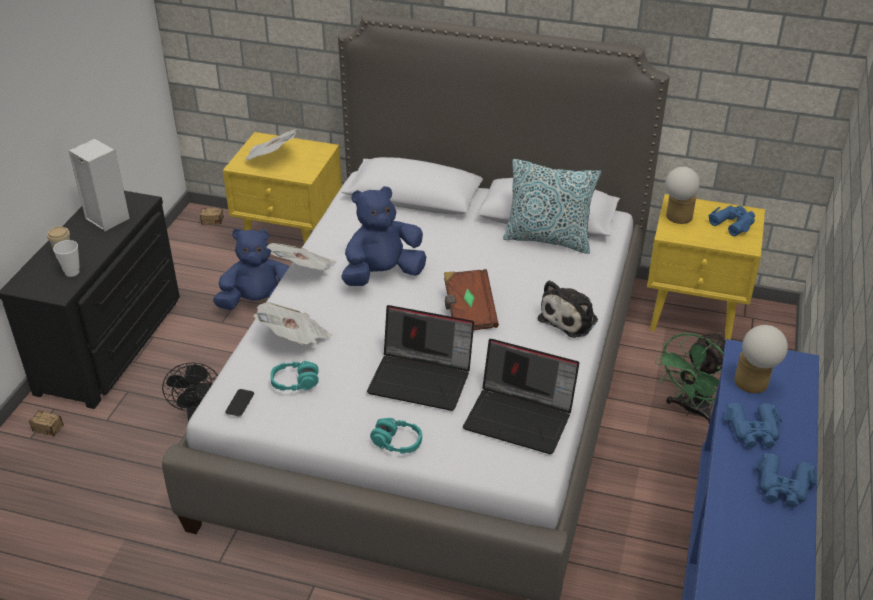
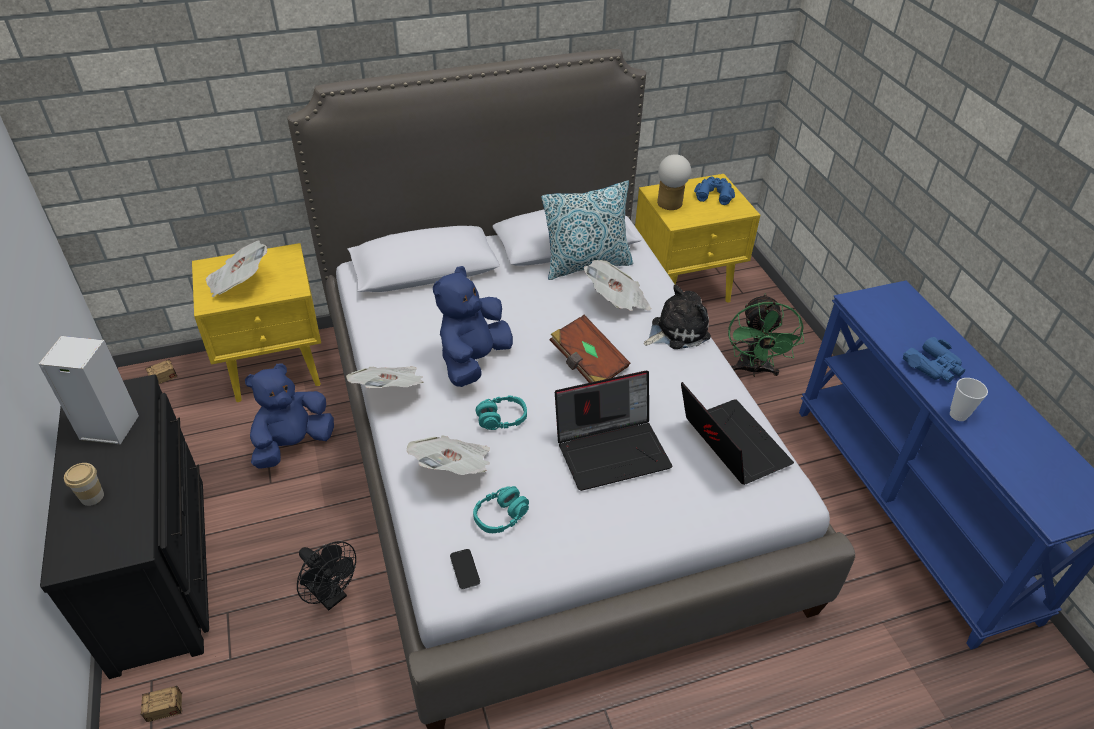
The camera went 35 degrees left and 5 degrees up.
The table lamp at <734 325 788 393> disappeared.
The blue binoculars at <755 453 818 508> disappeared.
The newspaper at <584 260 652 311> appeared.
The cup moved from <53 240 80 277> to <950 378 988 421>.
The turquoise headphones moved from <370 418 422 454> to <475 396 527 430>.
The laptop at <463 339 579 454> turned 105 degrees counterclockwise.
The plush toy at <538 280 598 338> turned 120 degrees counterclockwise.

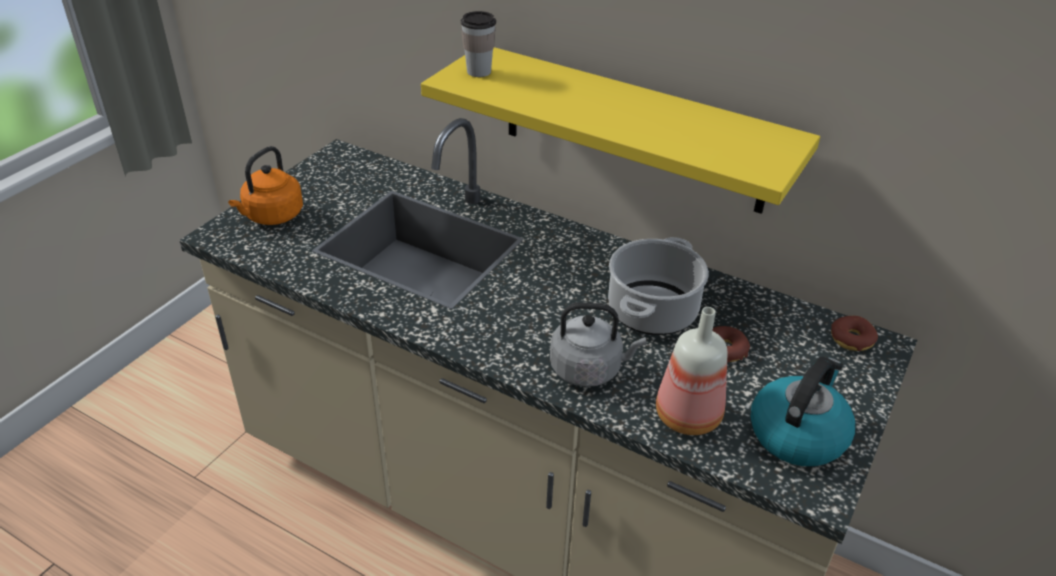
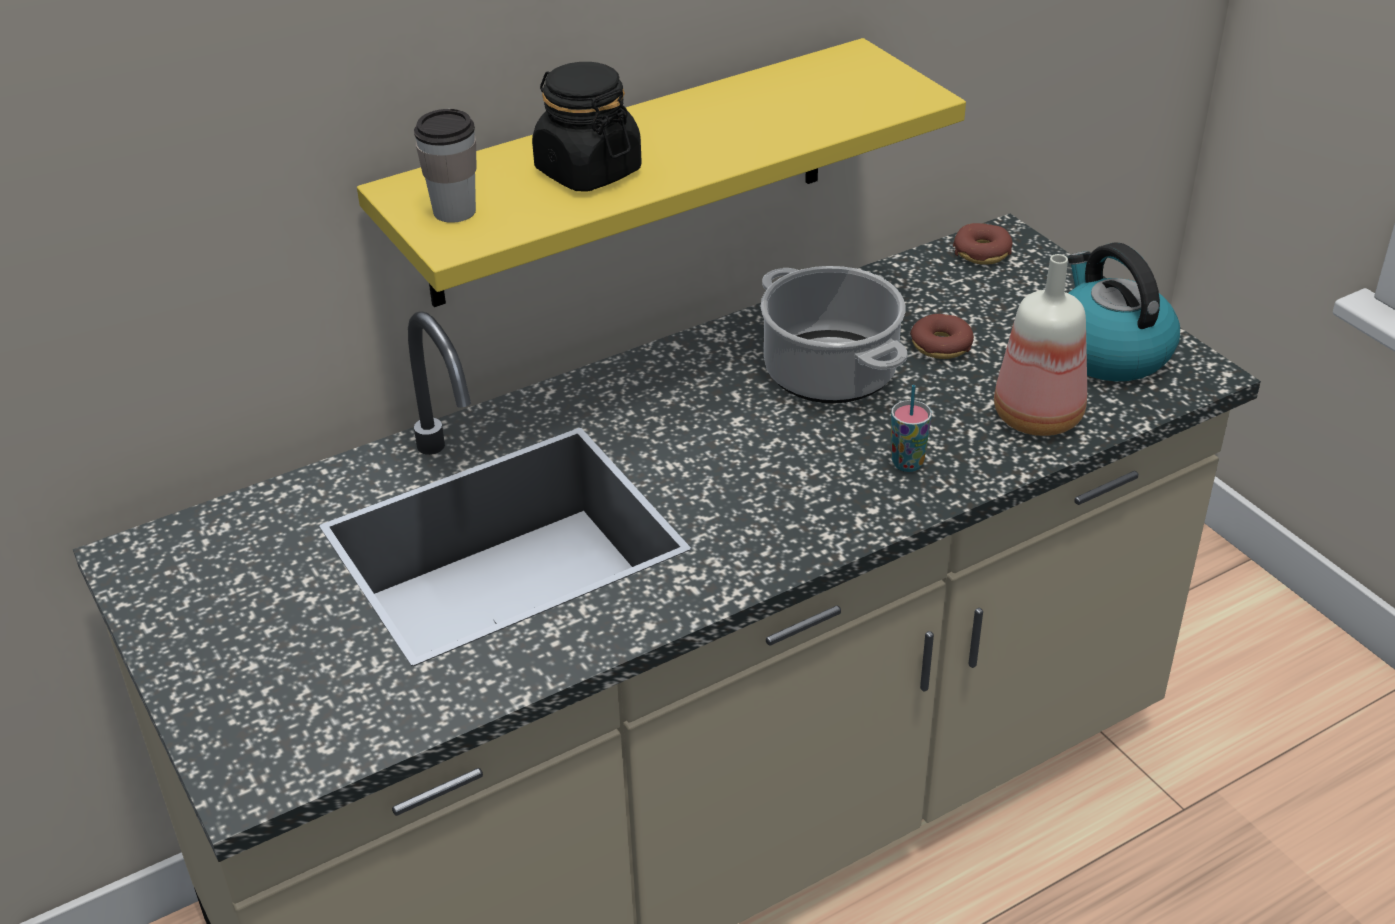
The camera went 60 degrees left and 0 degrees up.
The orange kettle at <228 146 303 225> disappeared.
The black jar at <532 62 642 192> appeared.
The grey kettle at <550 302 646 387> was replaced by the cup at <891 385 932 472>.

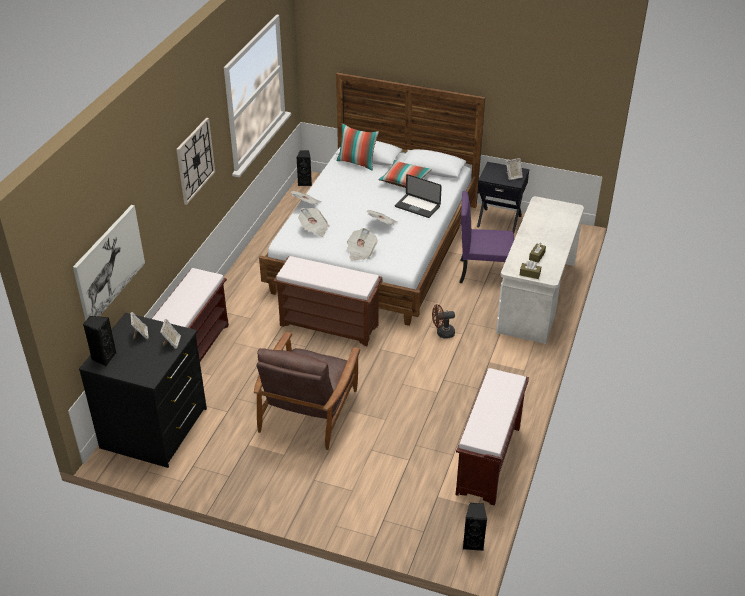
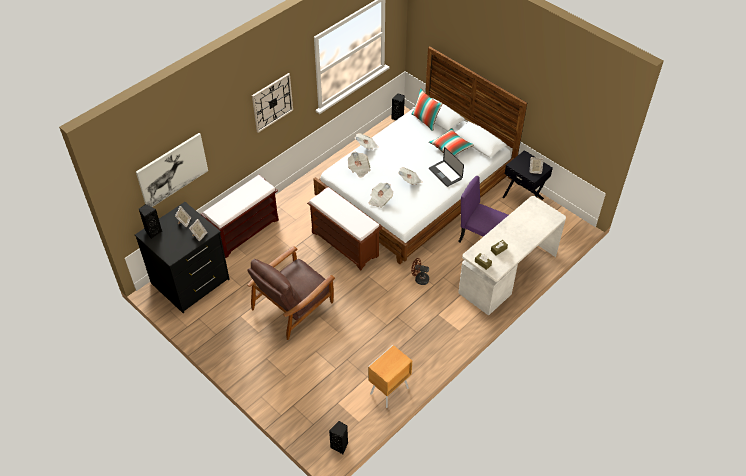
The camera went 25 degrees right and 10 degrees up.
The brown bench at <456 368 529 506> was replaced by the brown nightstand at <368 345 412 408>.

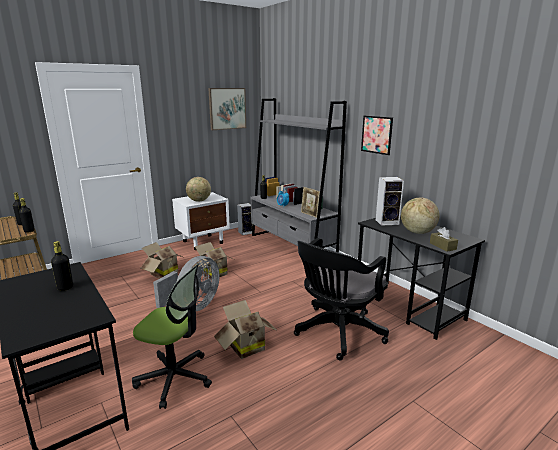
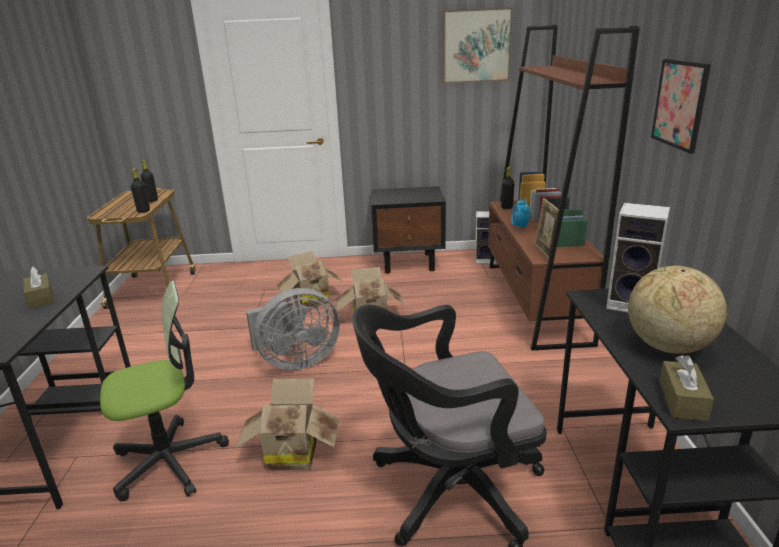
The camera went 35 degrees right and 5 degrees up.
The globe at <186 177 211 202> disappeared.
The black bottle at <51 241 73 291> was replaced by the brown tissue box at <23 266 54 309>.
The white nightstand at <172 192 230 250> became the black nightstand at <371 186 446 274>.
The grey bookcase at <251 98 347 253> became the brown bookcase at <488 25 640 351>.
The office chair at <132 263 212 409> turned 75 degrees counterclockwise.

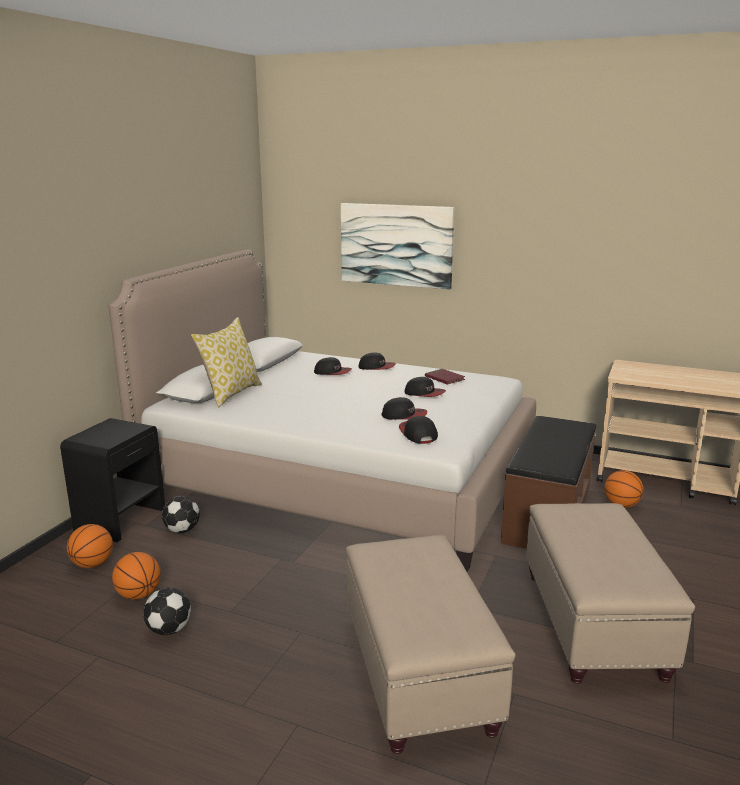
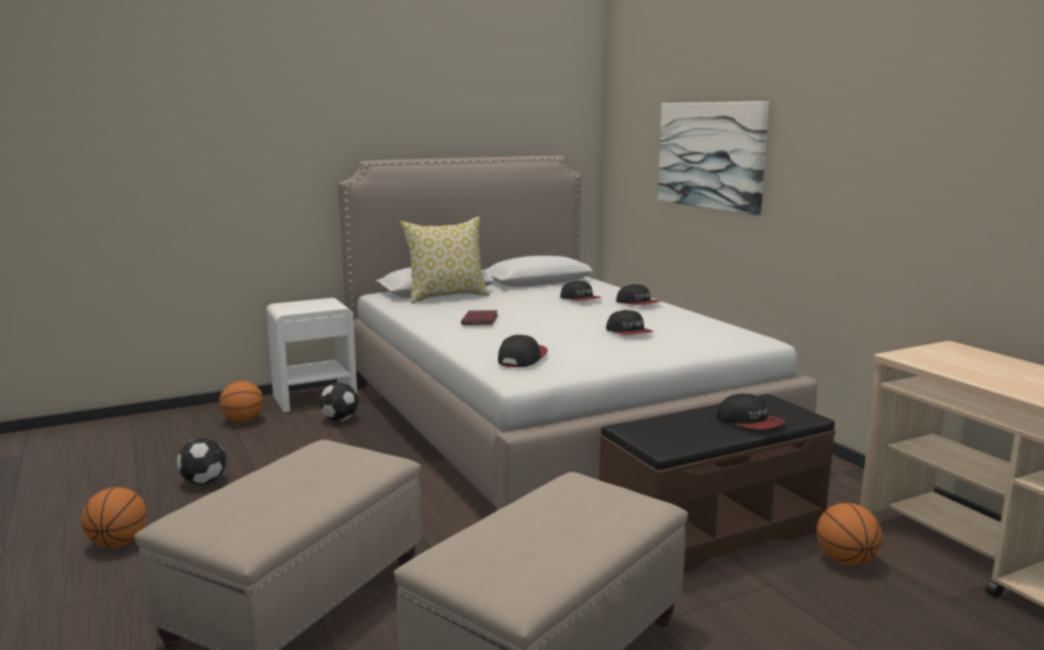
The camera went 40 degrees right and 5 degrees down.
The basketball moved from <112 552 161 600> to <81 487 147 547>.
The cap moved from <382 397 427 420> to <717 394 786 429>.
The red book moved from <425 369 465 384> to <461 310 498 325>.
The black nightstand at <60 418 165 542> became the white nightstand at <266 298 357 412>.

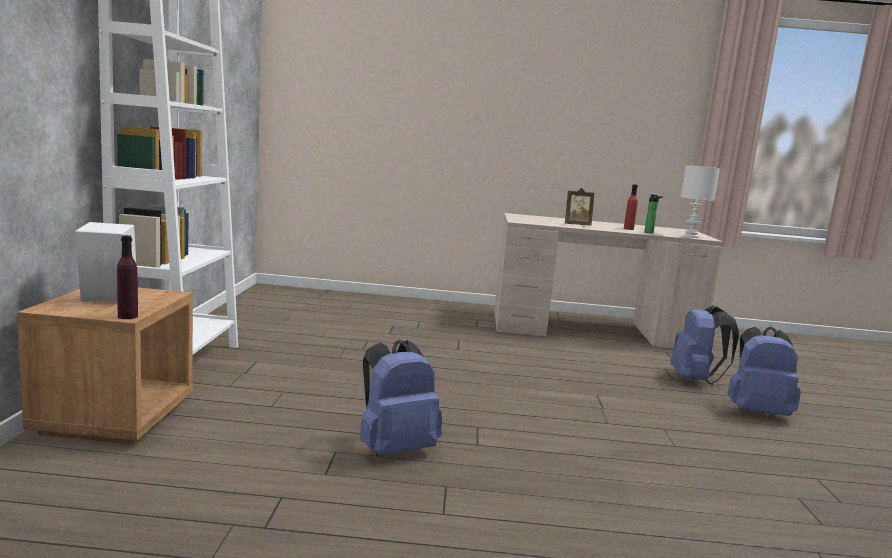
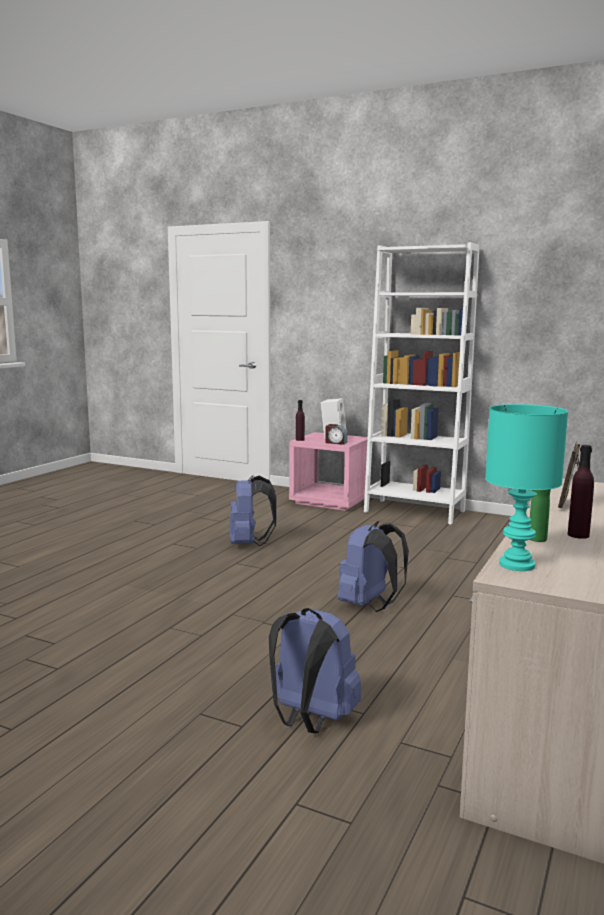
The camera went 115 degrees right and 0 degrees up.
The alarm clock at <325 424 347 445> appeared.
The blue backpack moved from <728 327 801 416> to <337 521 409 612>.
The brown nightstand at <17 288 193 444> became the pink nightstand at <289 432 368 511>.
The red bottle at <624 184 638 230> became the purple bottle at <568 445 594 539>.
The white table lamp at <681 165 720 238> became the turquoise table lamp at <485 404 568 571>.

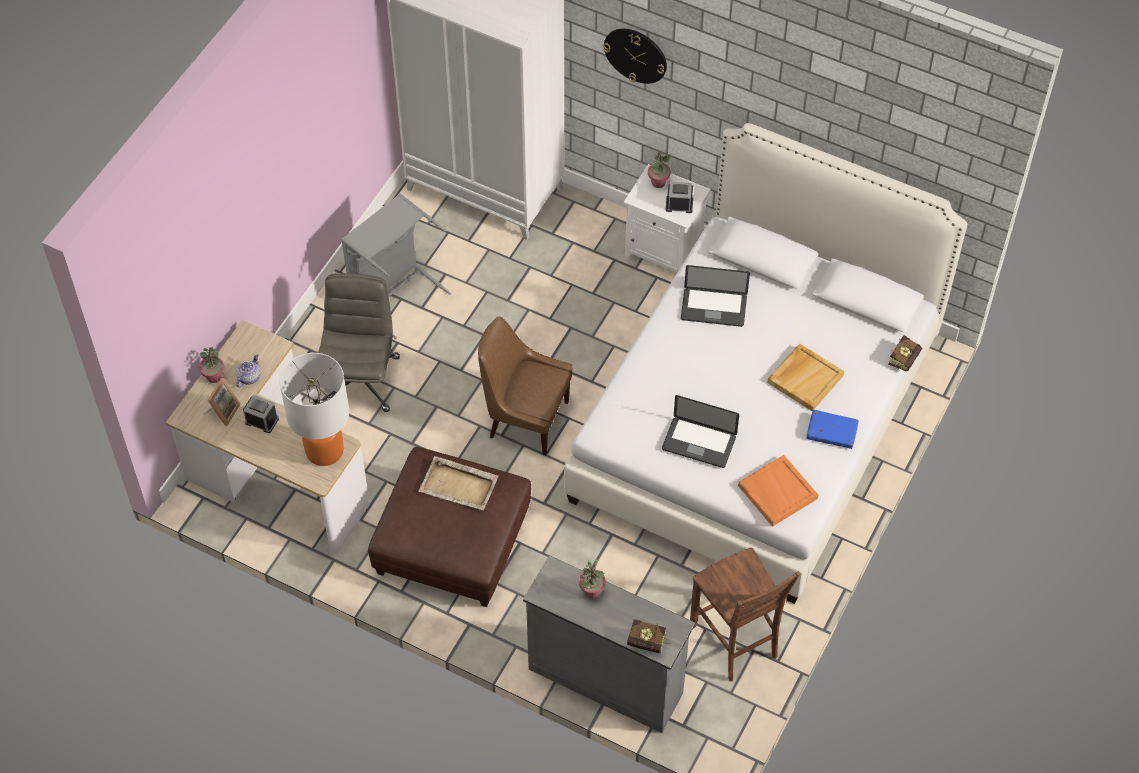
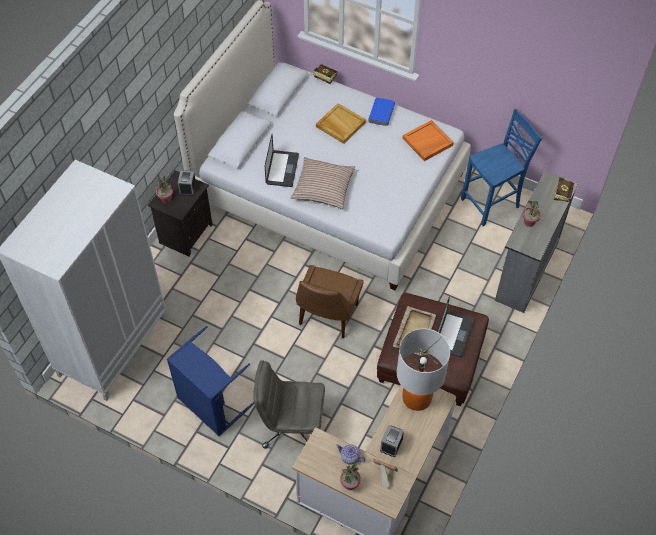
The camera went 90 degrees left and 0 degrees up.
The wall clock at <603 29 667 84> disappeared.
The pillow at <291 157 355 209> appeared.
The laptop moved from <662 395 739 468> to <437 296 474 357>.
The grey laundry basket at <341 193 451 339> became the blue laundry basket at <167 326 254 437>.
The white nightstand at <624 164 711 274> became the black nightstand at <148 170 213 257>.
The brown chair at <690 548 801 682> became the blue chair at <461 109 542 226>.

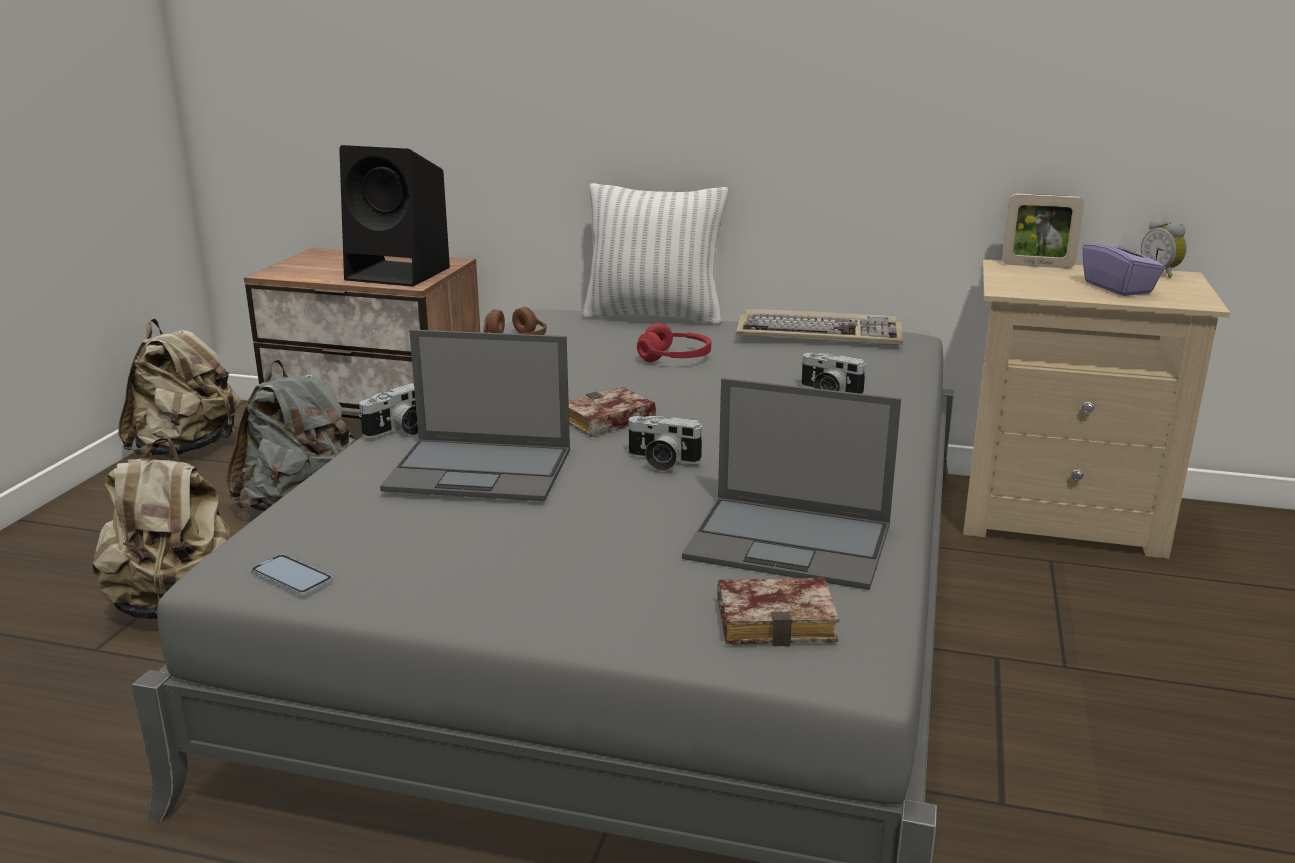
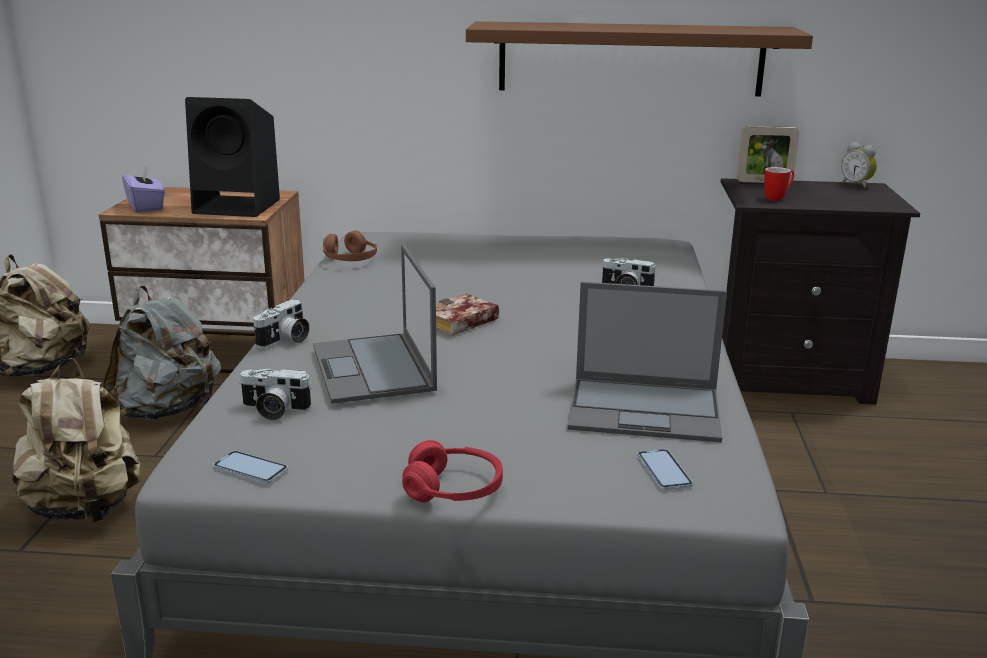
The camera went 10 degrees left and 0 degrees up.
The white pillow at <582 183 728 325> disappeared.
The keyboard at <737 309 903 345> disappeared.
The brown shelf at <466 21 813 96> appeared.
The mug at <764 167 794 201> appeared.
The photo camera moved from <626 416 704 471> to <239 368 312 420>.
The red headphones moved from <637 323 711 362> to <402 440 503 502>.
The purple tissue box moved from <1083 229 1165 296> to <122 165 165 213>.
The book at <717 578 839 647> was replaced by the phone at <638 449 693 490>.
The beige nightstand at <963 259 1230 559> became the black nightstand at <721 178 920 405>.
The laptop at <380 329 570 501> turned 75 degrees clockwise.

